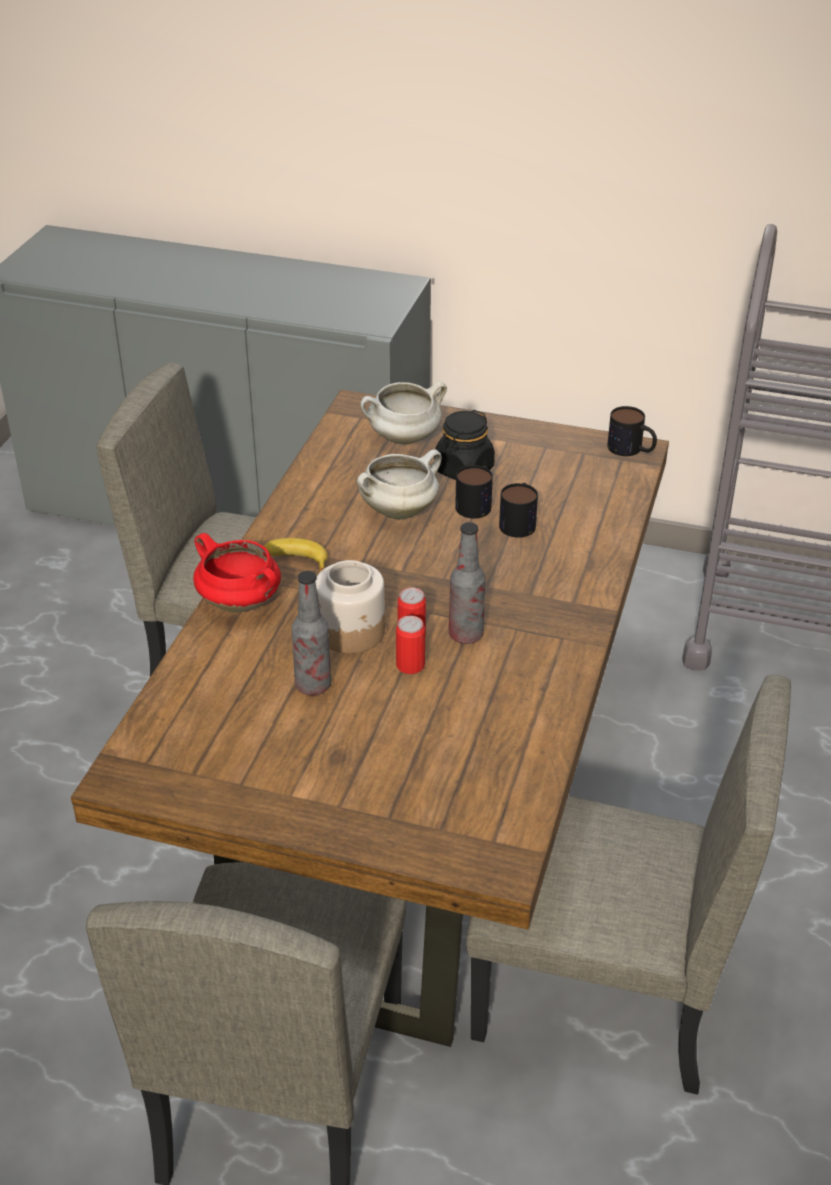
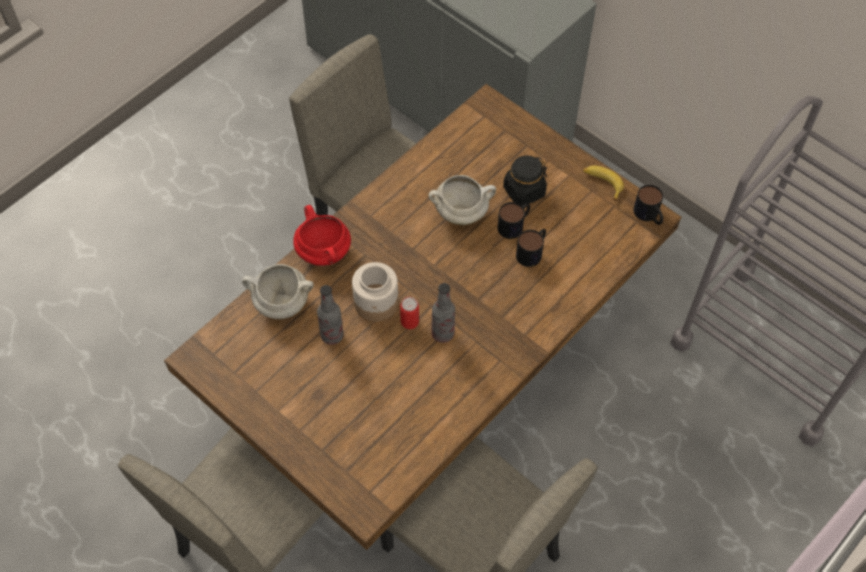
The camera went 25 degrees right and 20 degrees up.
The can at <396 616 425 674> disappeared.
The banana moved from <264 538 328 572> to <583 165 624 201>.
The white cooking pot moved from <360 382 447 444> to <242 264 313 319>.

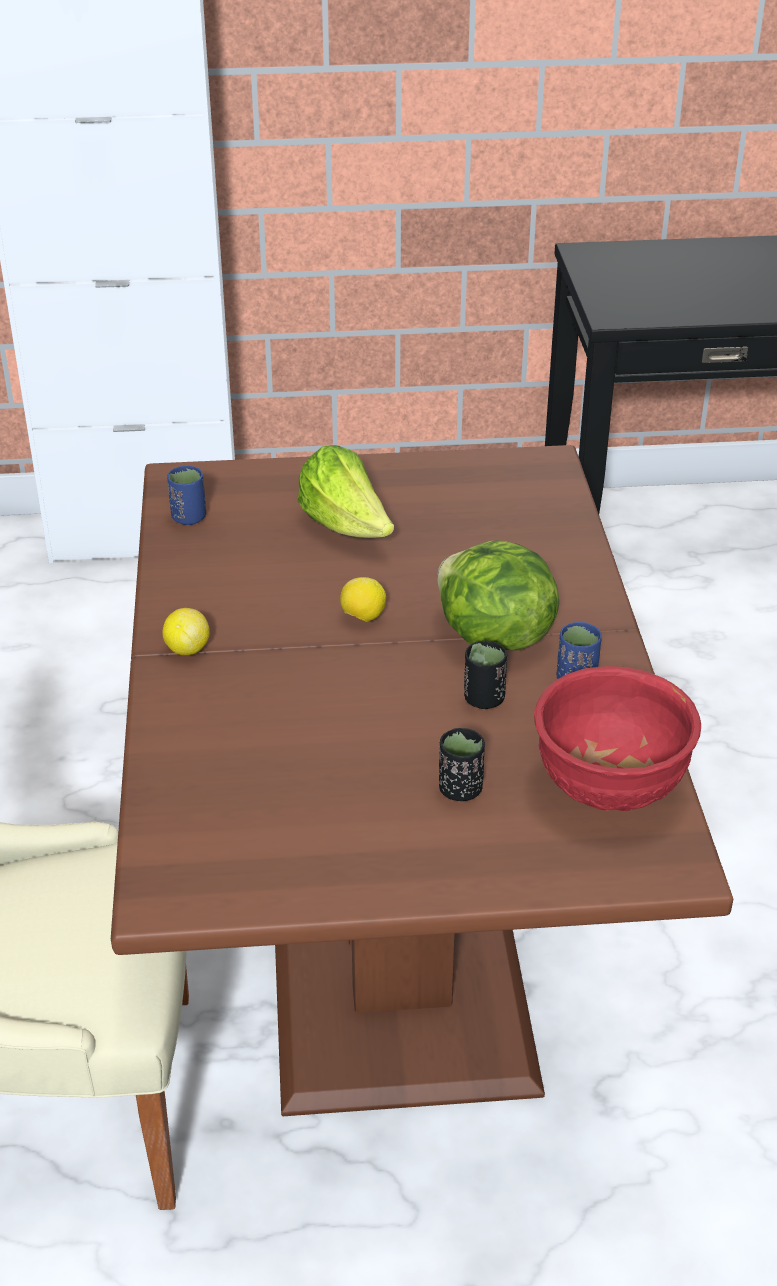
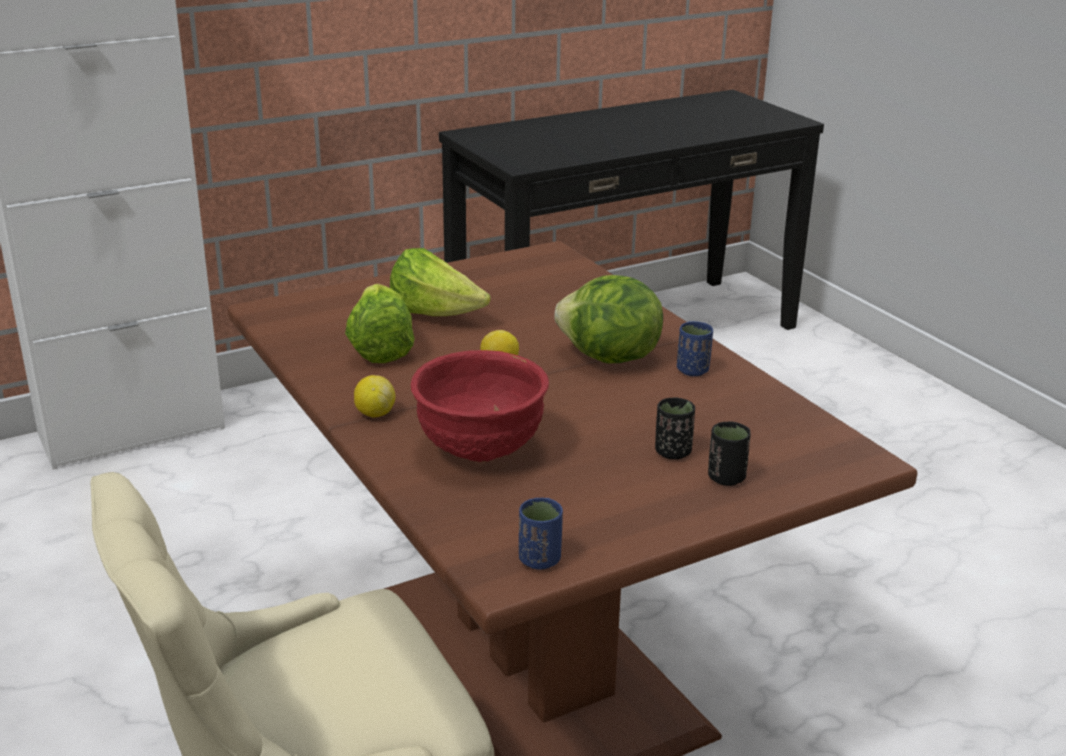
The camera went 25 degrees left and 10 degrees down.
The lettuce at <345 284 415 363> appeared.
The blue cup moved from <167 466 206 525> to <519 498 563 570>.
The black cup moved from <464 641 507 709> to <708 421 751 486>.
The red bowl moved from <534 666 701 811> to <411 350 549 462>.

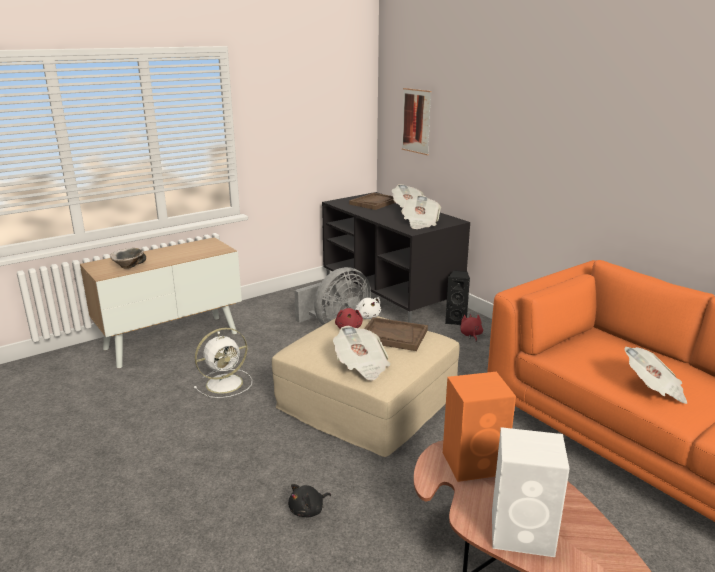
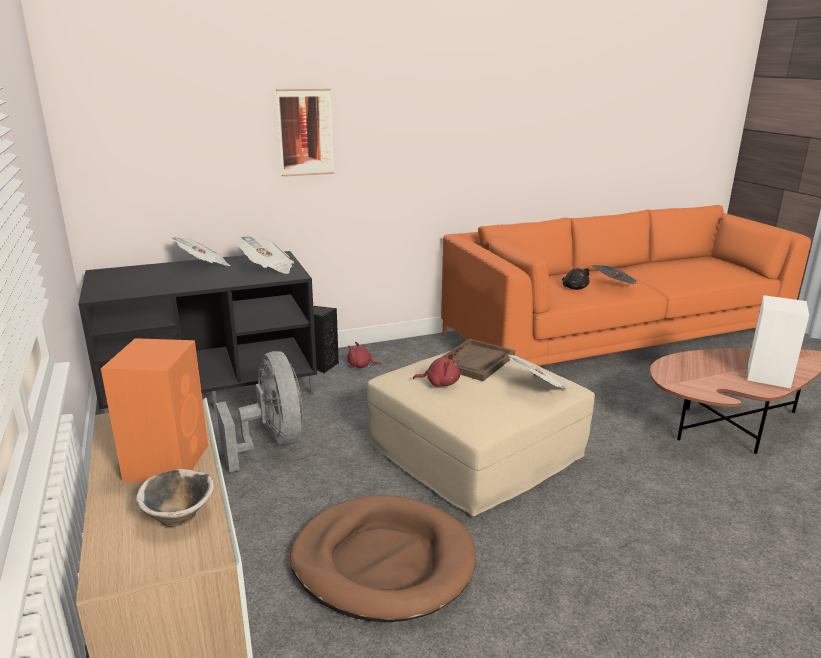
The camera went 75 degrees left and 0 degrees up.
The brown tray at <349 193 395 210> disappeared.
The white plush toy at <355 298 381 319> disappeared.
The black plush toy moved from <288 484 331 517> to <562 268 590 290>.
The picture moved from <402 88 431 155> to <276 89 334 177>.
The orange speaker moved from <443 372 516 482> to <101 338 208 482>.
The white fan at <194 328 252 398> was replaced by the brown dog bed at <290 495 476 622>.

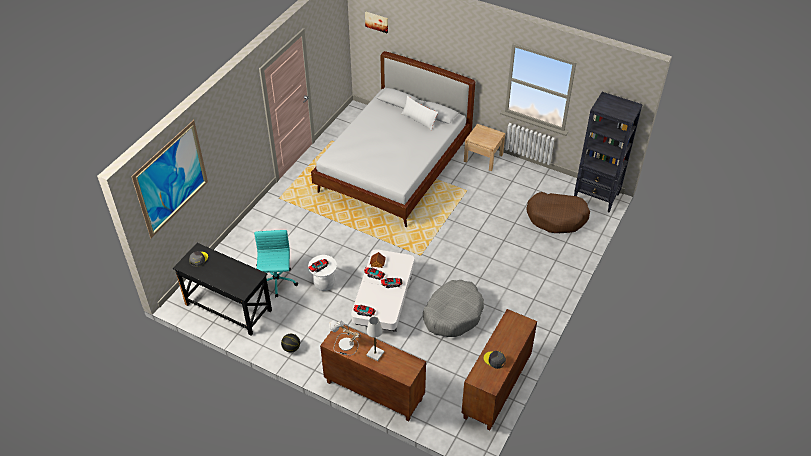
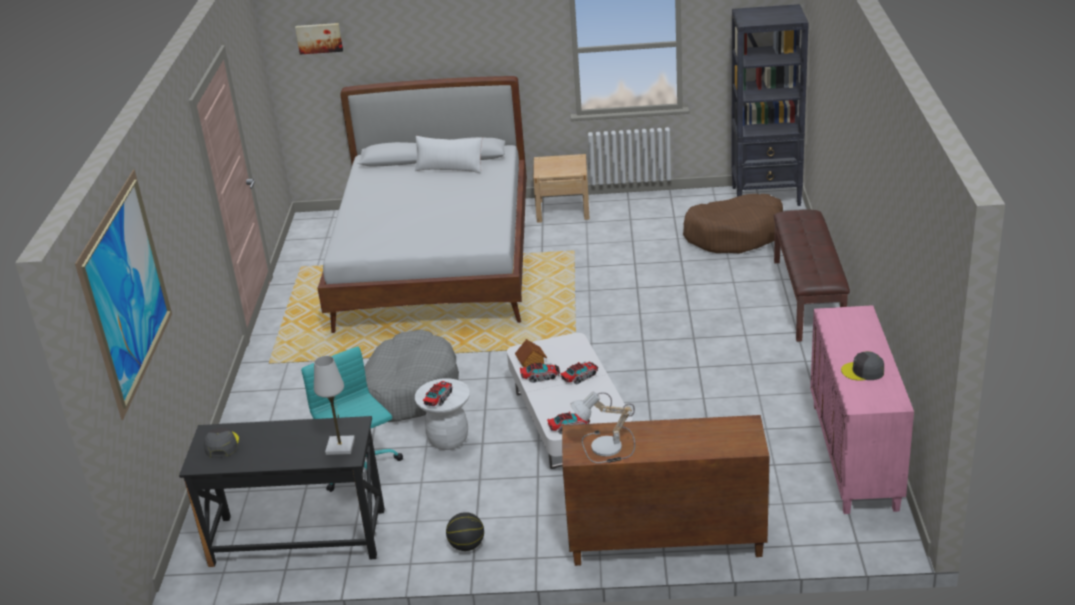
The camera went 25 degrees left and 15 degrees down.
The brown bench at <774 210 850 342> appeared.
The white table lamp moved from <366 317 384 361> to <314 356 355 455>.
The grey dog bed moved from <423 280 484 337> to <364 330 459 422>.
The brown cabinet at <461 309 537 430> became the pink cabinet at <810 305 914 514>.

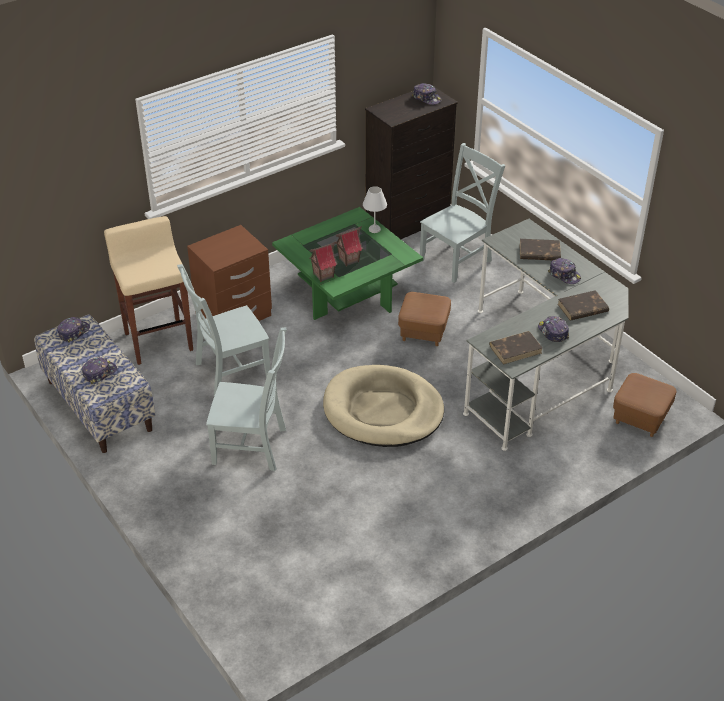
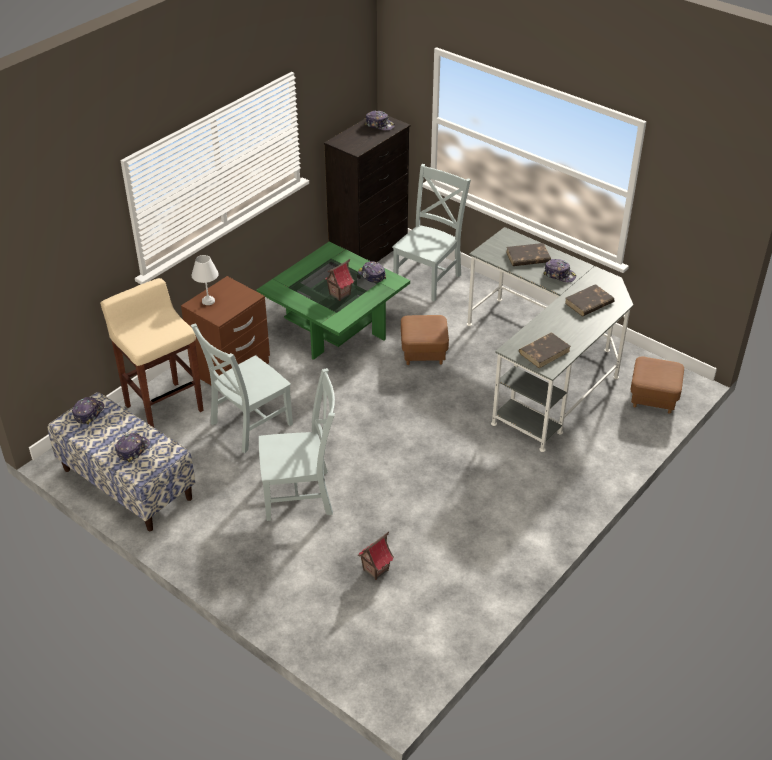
The camera went 15 degrees left and 0 degrees up.
The beige dog bed at <323 365 444 447> disappeared.
The toy house moved from <309 241 338 282> to <358 532 394 580>.
The white table lamp moved from <363 186 387 233> to <192 255 219 305>.
The cap moved from <538 316 569 342> to <358 261 386 283>.

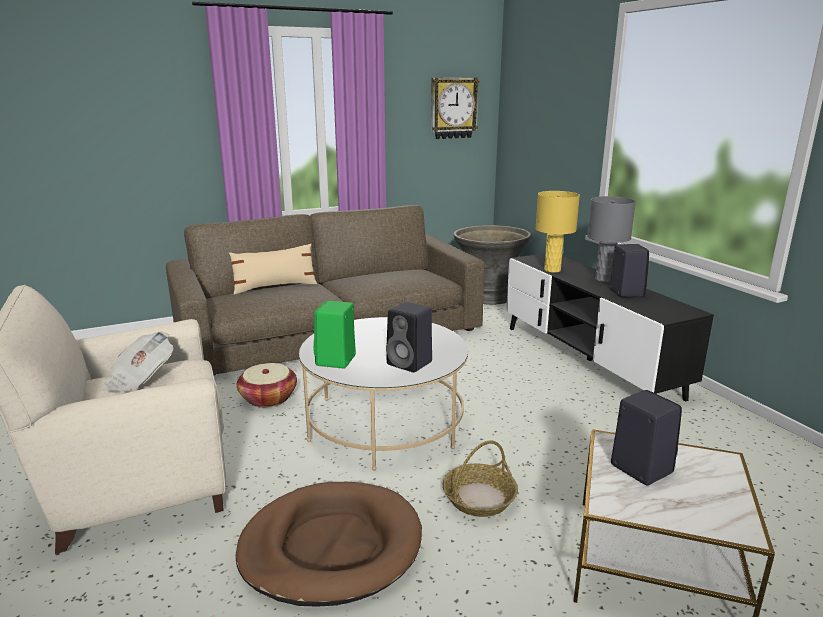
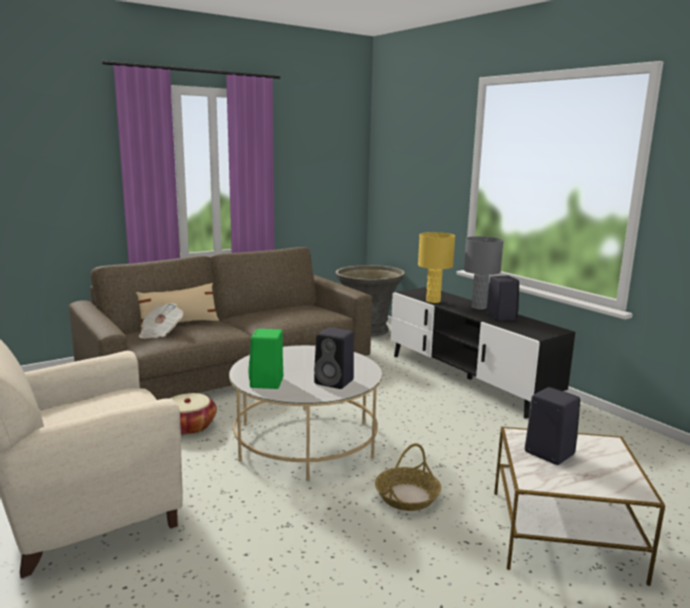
The camera went 10 degrees left and 5 degrees down.
The brown dog bed at <236 482 422 607> disappeared.
The wall clock at <431 78 480 139> disappeared.
The newspaper moved from <102 331 173 392> to <139 303 183 339>.

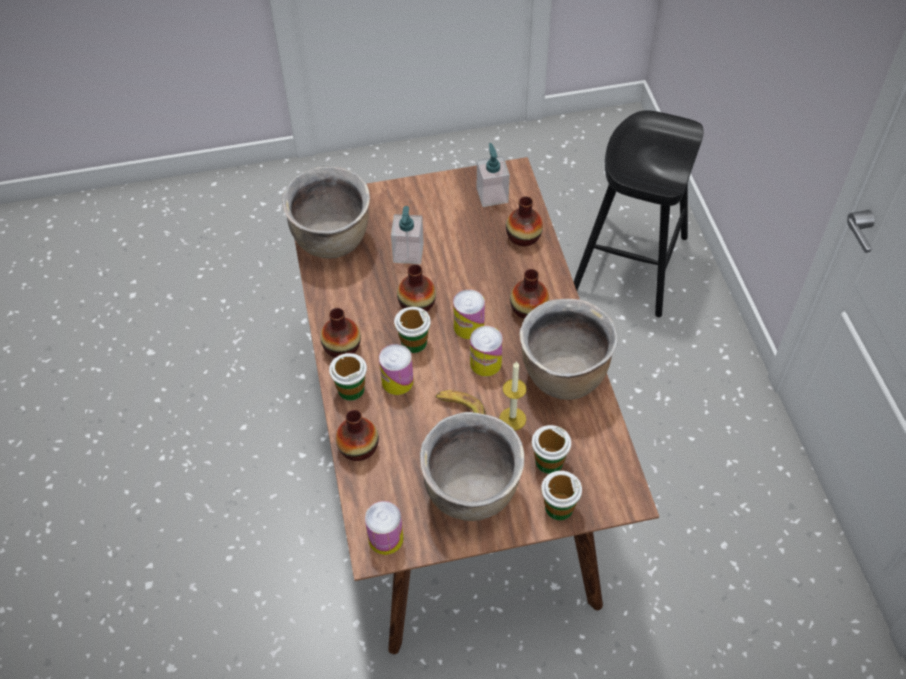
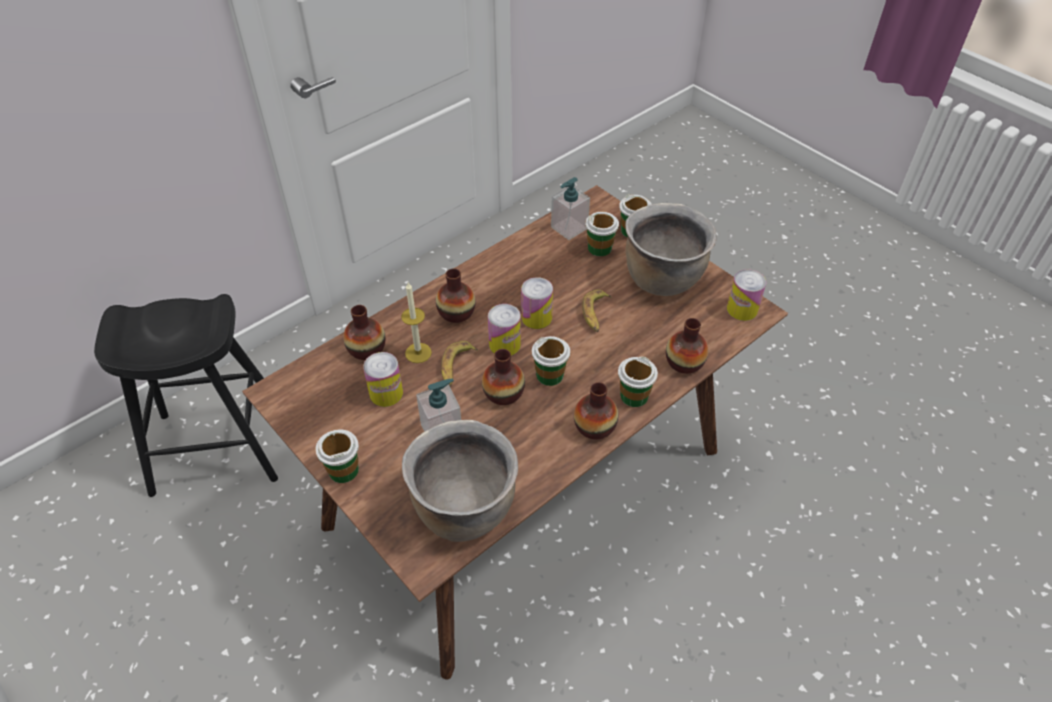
The camera went 120 degrees left and 5 degrees down.
The brown cooking pot at <519 299 618 400> disappeared.
The cup at <315 429 359 483> appeared.
The banana at <441 341 478 387> appeared.
The can moved from <379 344 414 395> to <363 352 403 407>.
The soap dispenser moved from <477 143 510 207> to <551 177 590 240>.
The candle moved from <499 361 527 430> to <401 283 432 363>.

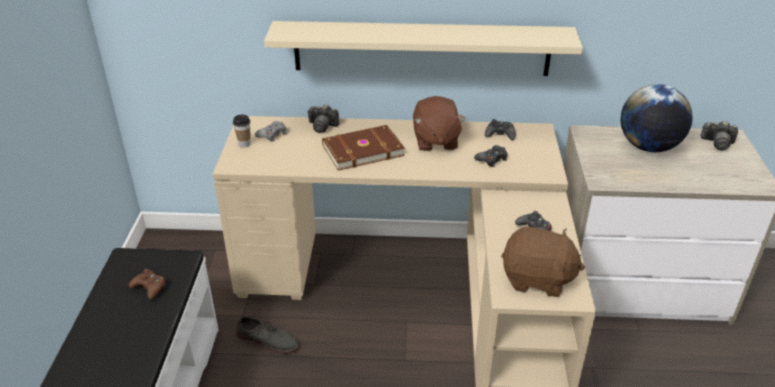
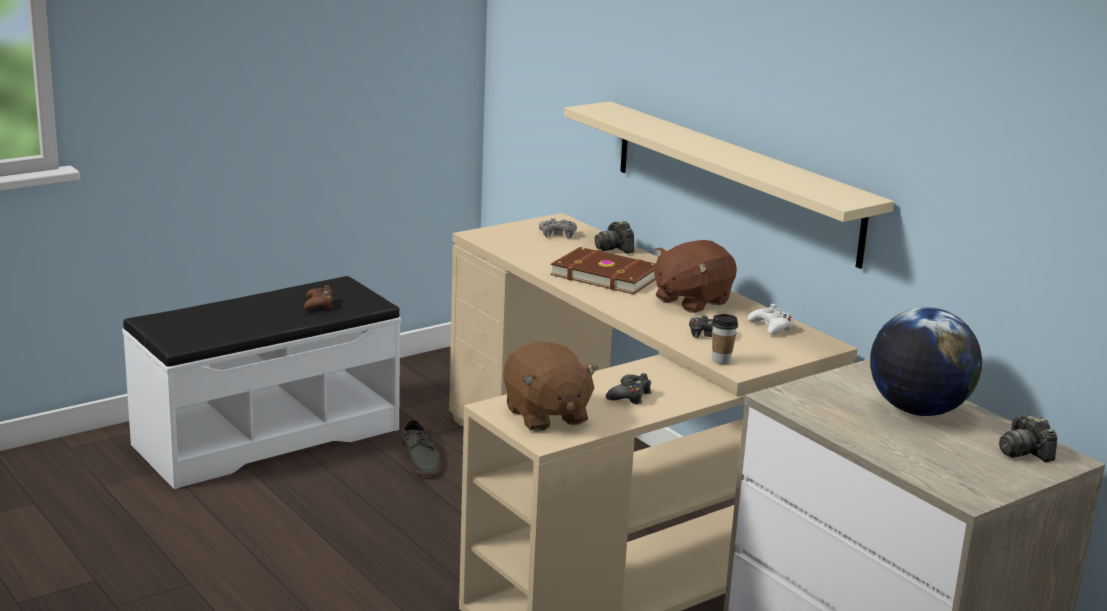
The camera went 50 degrees right and 15 degrees down.
The cup moved from <233 115 251 147> to <712 314 738 364>.
The black game controller at <485 119 515 140> became the white game controller at <747 304 793 335>.

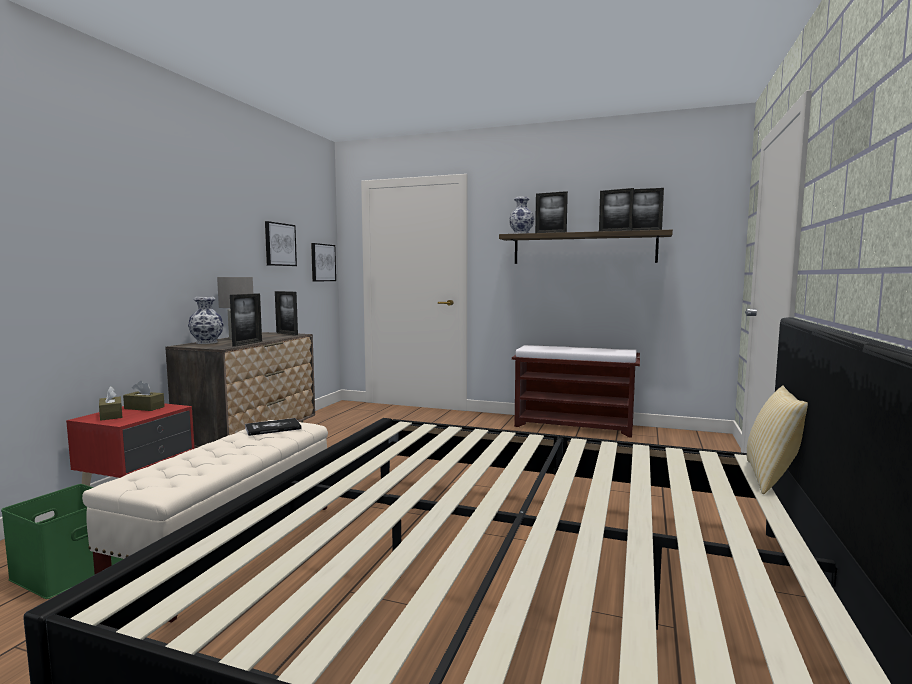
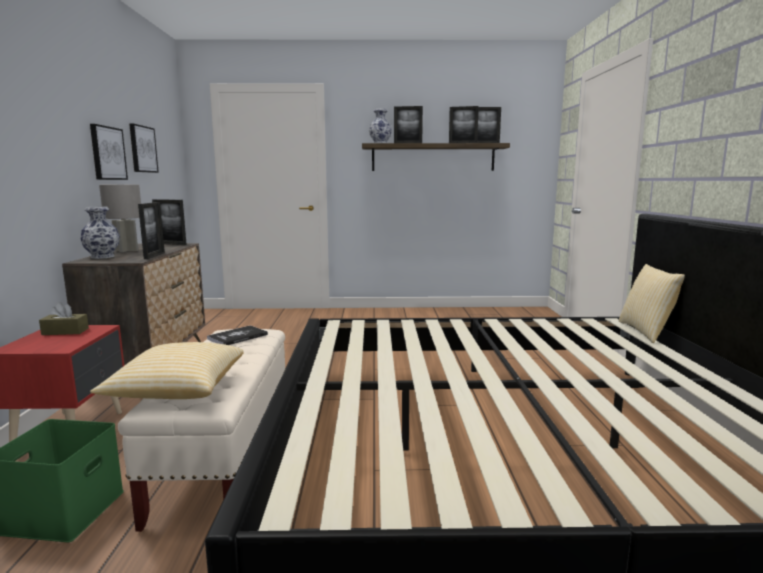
The camera went 20 degrees left and 5 degrees up.
The brown tissue box at <99 386 123 420> disappeared.
The brown bench at <512 345 640 438> disappeared.
The pillow at <90 342 244 399> appeared.
The picture moved from <311 243 336 282> to <90 124 128 180>.

